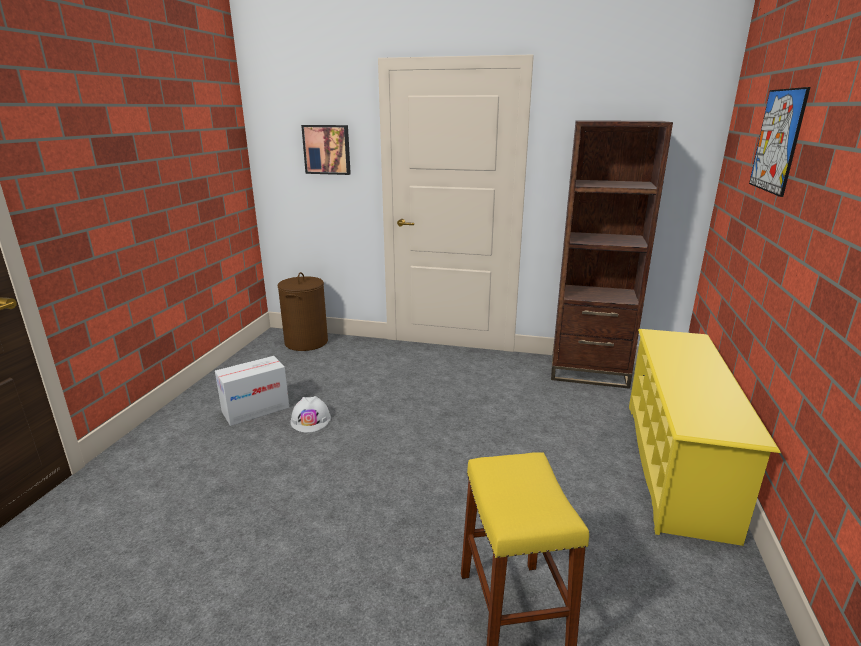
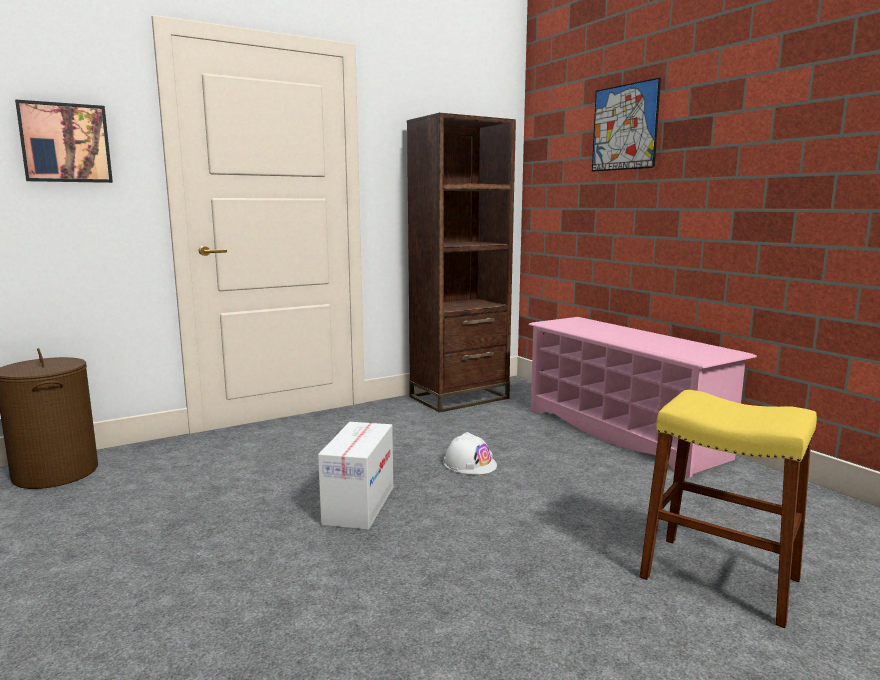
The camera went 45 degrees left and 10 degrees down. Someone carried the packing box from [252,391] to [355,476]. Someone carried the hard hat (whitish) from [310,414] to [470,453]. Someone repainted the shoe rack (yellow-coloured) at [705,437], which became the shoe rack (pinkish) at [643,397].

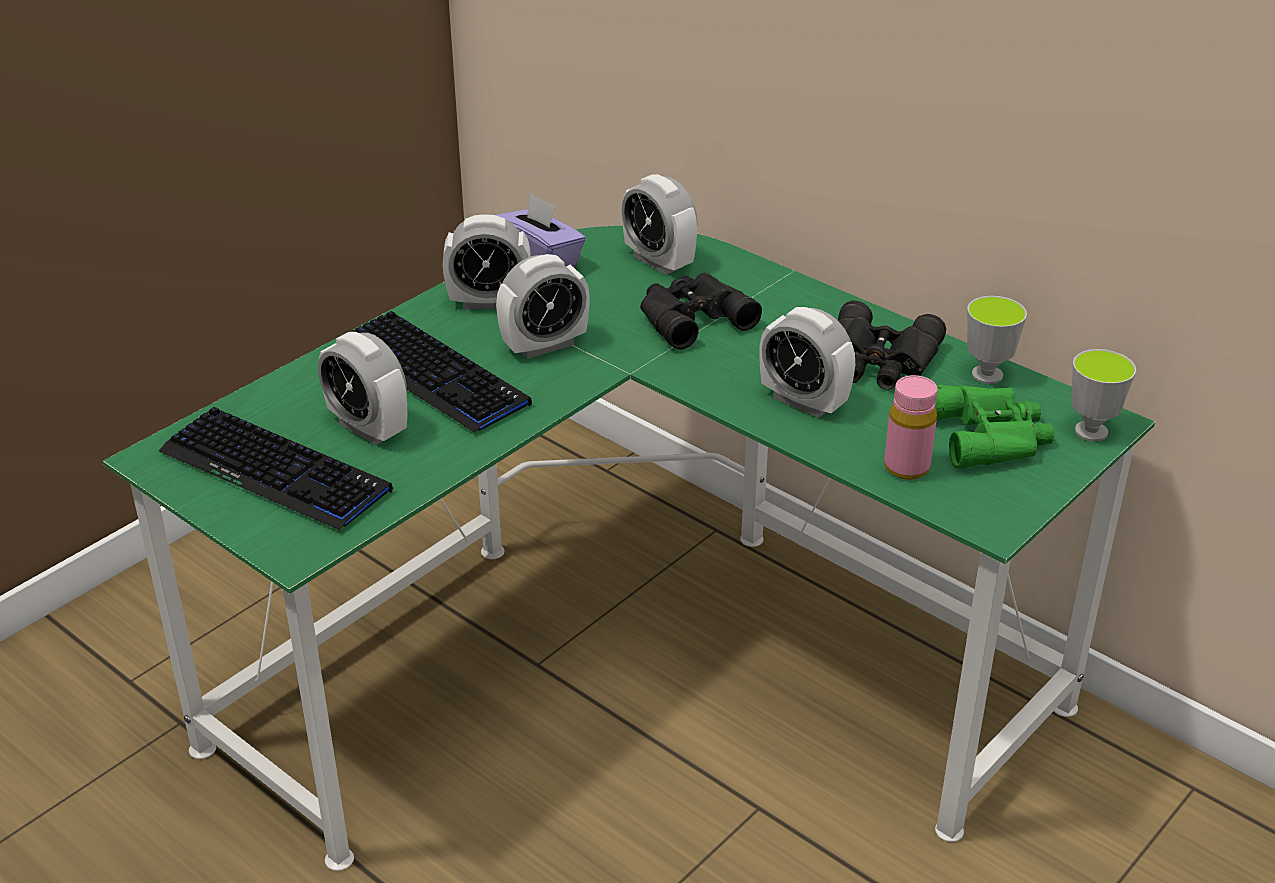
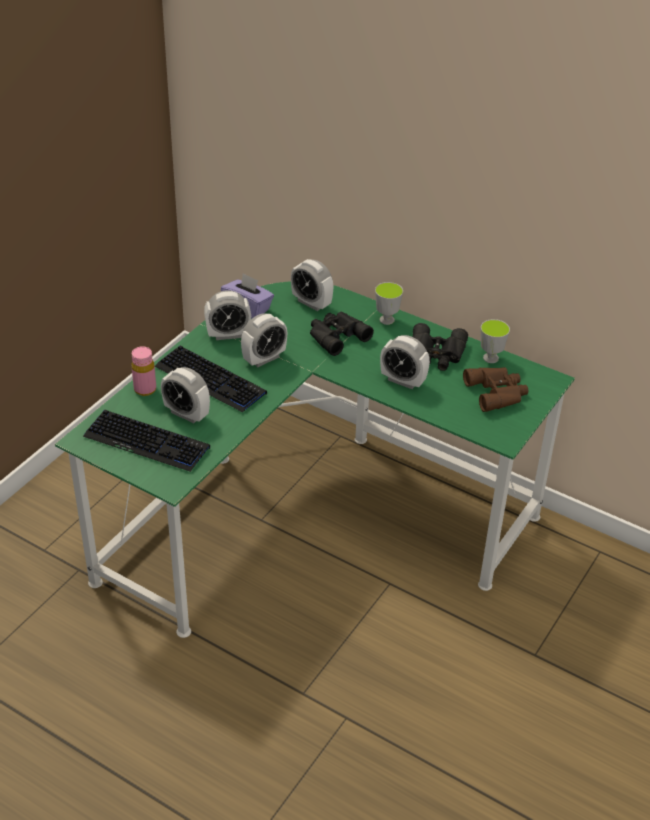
The camera went 10 degrees left and 5 degrees up. Someone carried the bottle (pinkish) from [910,427] to [143,371]. Someone repainted the pair of binoculars (green-coloured) at [995,426], which became the pair of binoculars (brown-coloured) at [496,389]. Someone carried the drinking cup from [1103,395] to [389,303].

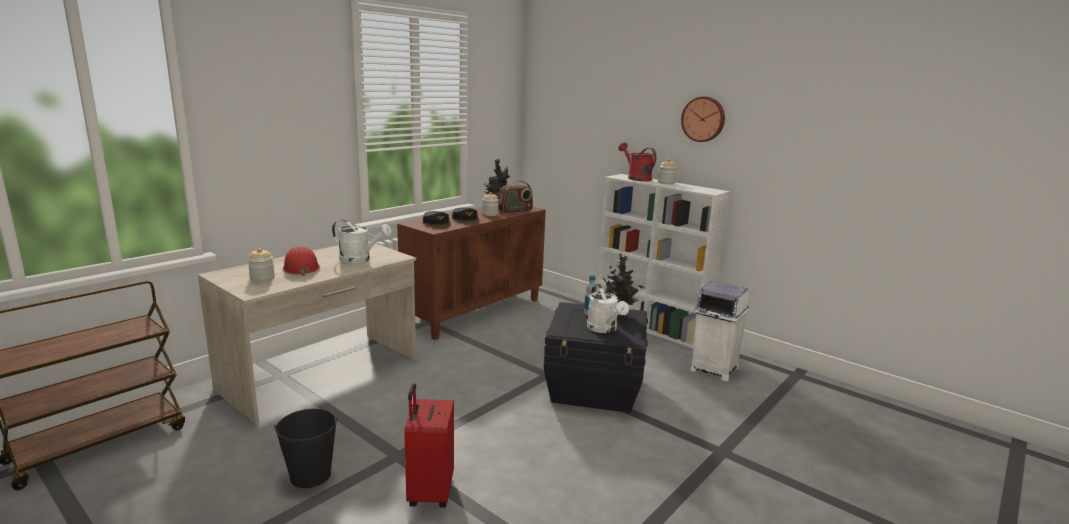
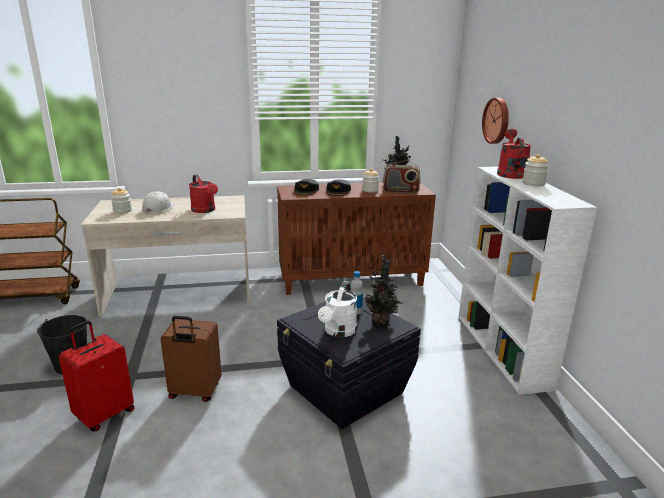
The camera went 40 degrees right and 5 degrees up. Someone repainted the hard hat (red) at [301,261], which became the hard hat (whitish) at [157,203]. Someone repainted the sprinkling can (whitish) at [362,241], which became the sprinkling can (red) at [203,193]. Someone carried the wall clock from [703,119] to [495,121]. Someone took away the waste bin (whitish) at [719,331]. Someone put down the piece of luggage (brown-coloured) at [191,359].

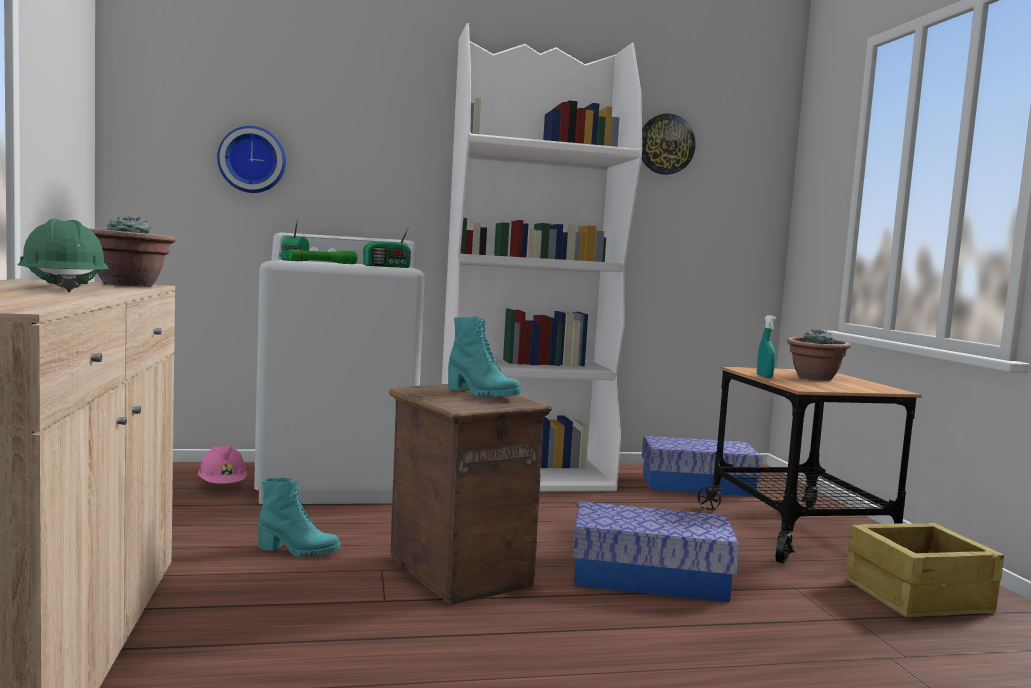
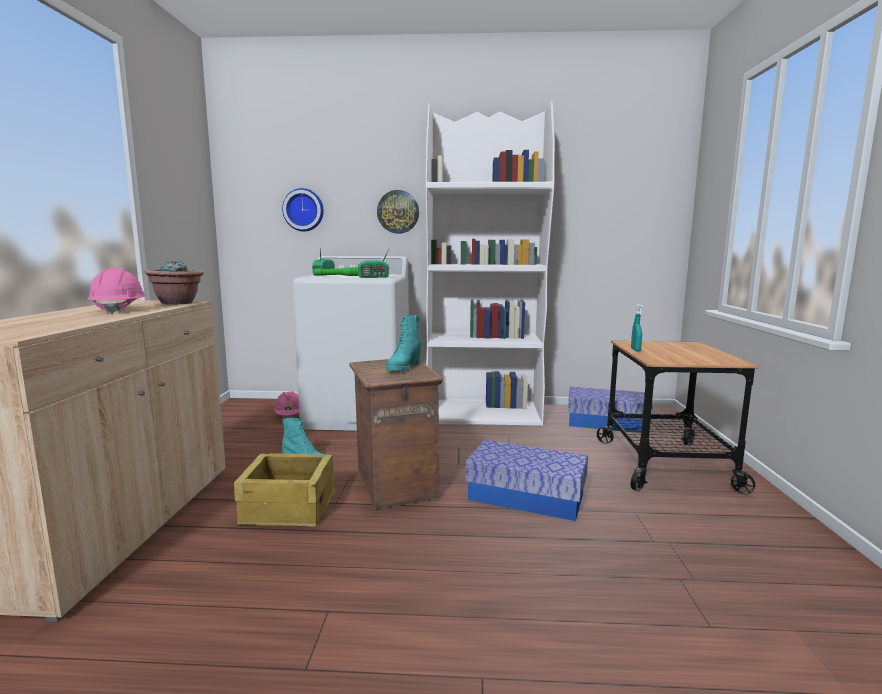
The camera went 15 degrees right and 5 degrees up. Someone repainted the hard hat (green-coloured) at [63,255], which became the hard hat (pinkish) at [117,291]. Someone rotated the boot (turquoise-coloured) at [484,357] by 60 degrees clockwise. Someone carried the wall clock from [669,144] to [398,212]. Someone took away the plant in a pot at [819,355]. Someone carried the shipping crate from [925,570] to [284,490].

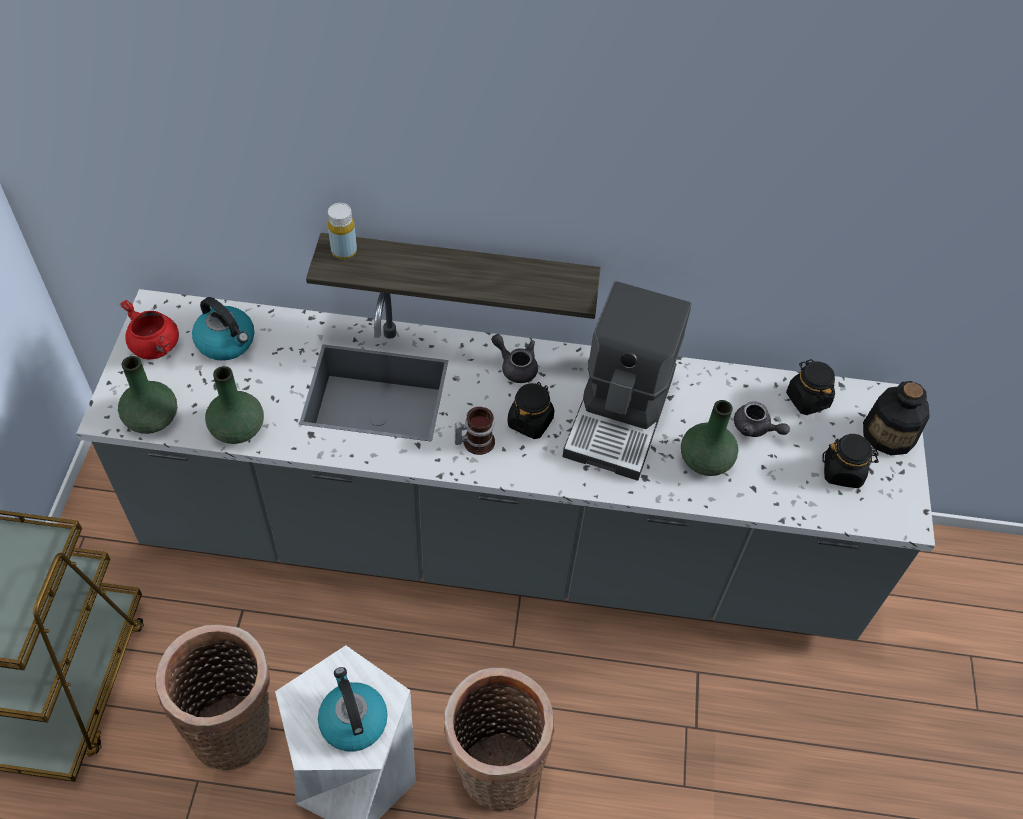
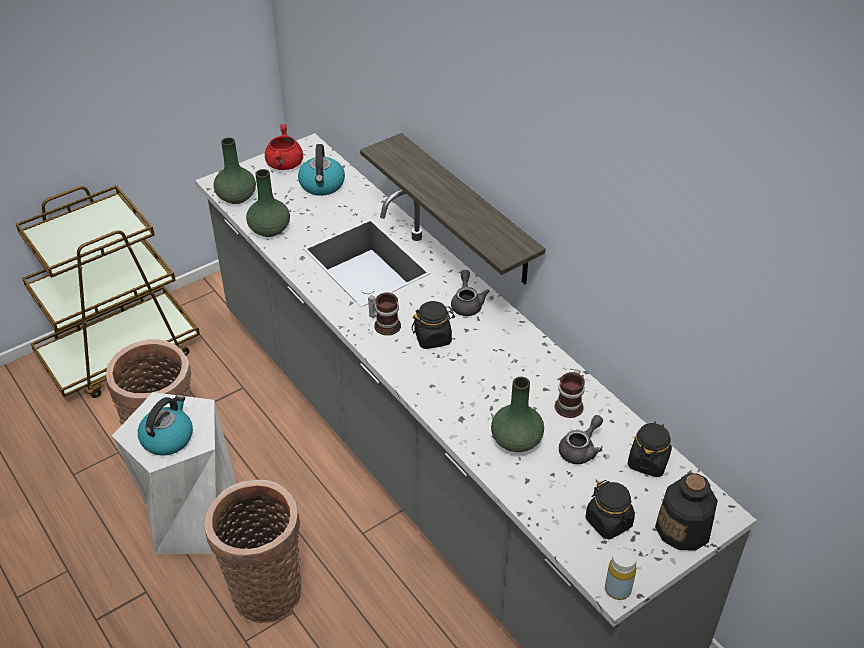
The camera went 50 degrees right and 10 degrees down. Someone carried the bottle (yellow-coloured) from [342,231] to [621,573]. Someone took away the coffee machine at [626,381]. Someone rotated the pot for tea (greyish) at [762,419] by 135 degrees counterclockwise. Someone put down the coffee mug at [570,393].

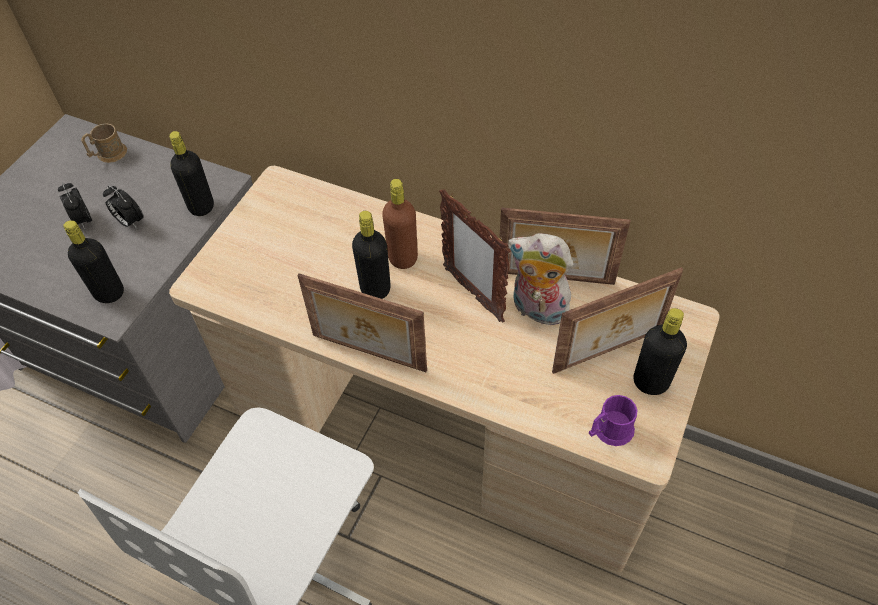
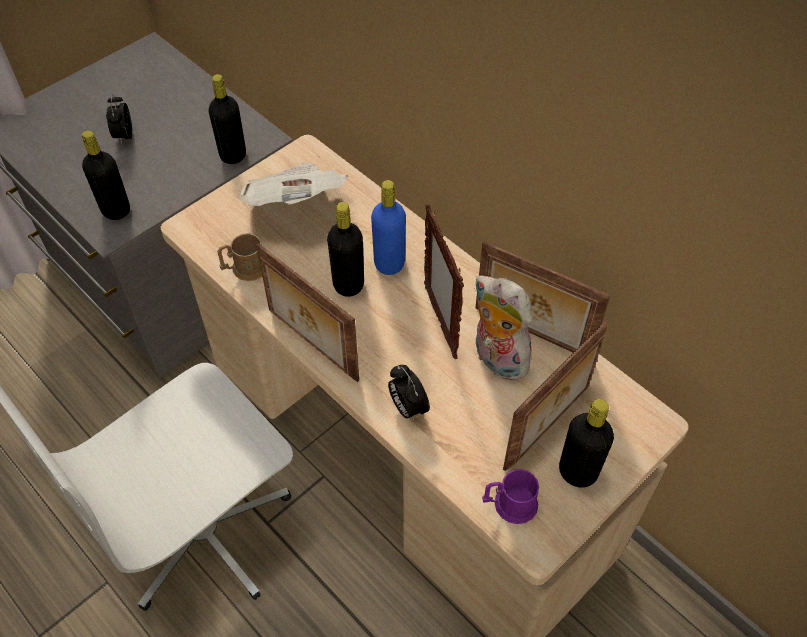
The camera went 20 degrees right and 0 degrees up. Someone carried the coffee mug (brown-coloured) from [104,143] to [239,257]. Someone carried the alarm clock from [123,207] to [409,393]. Someone repainted the bottle (brown-coloured) at [400,224], which became the bottle (blue-coloured) at [388,227]. Someone rotated the standing frame at [617,320] by 45 degrees counterclockwise. Someone put down the printed paper at [294,184].

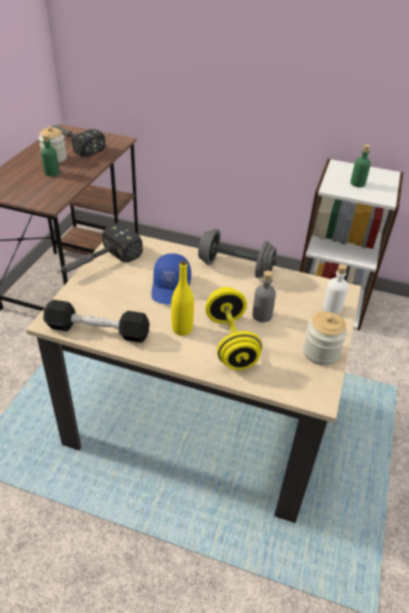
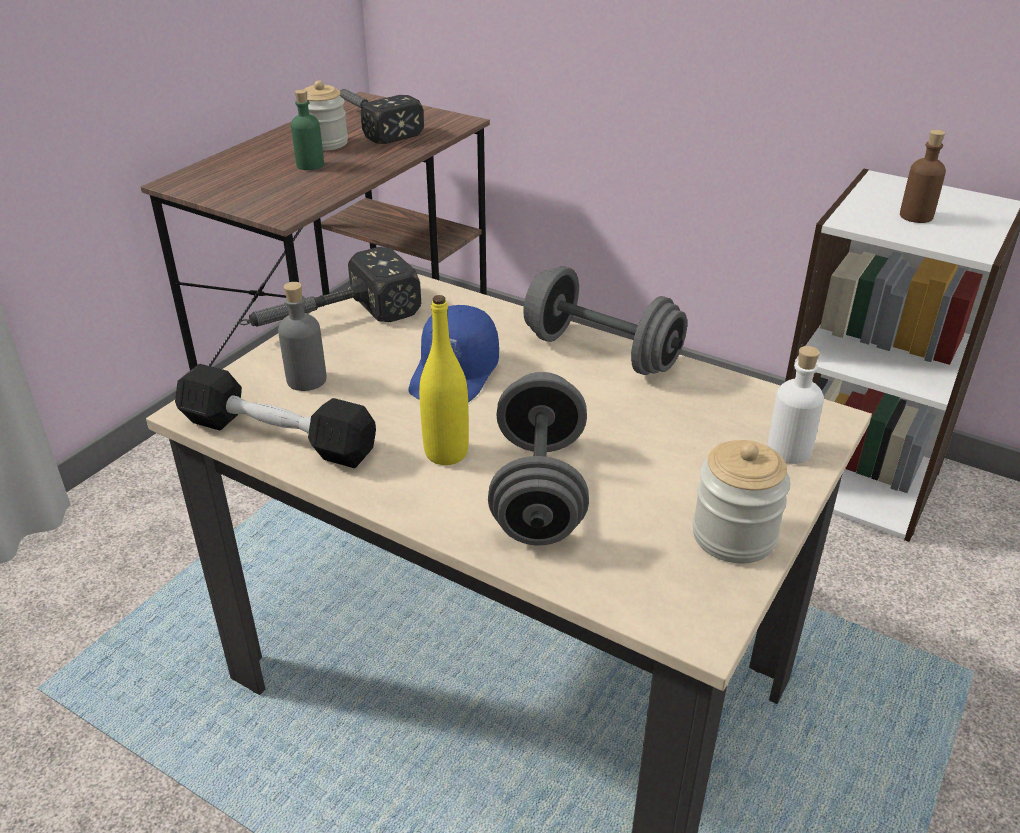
The camera went 15 degrees right and 5 degrees down. Someone repainted the dumbbell (yellow-coloured) at [233,328], which became the dumbbell (greyish) at [538,458]. Someone carried the bottle (greyish) from [264,296] to [302,336]. Someone repainted the bottle (green-coloured) at [360,165], which became the bottle (brown-coloured) at [923,176].

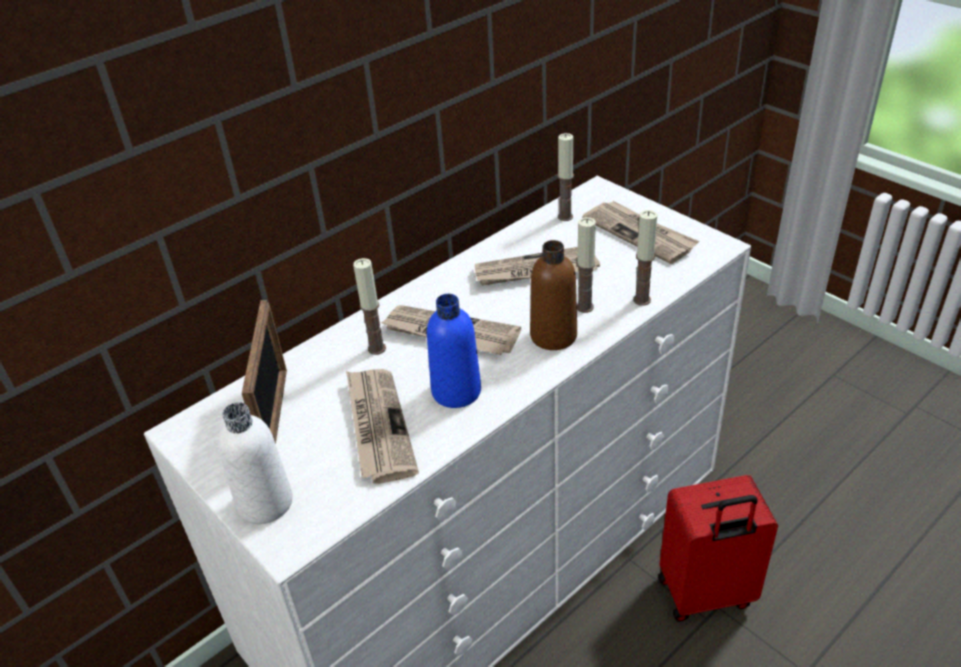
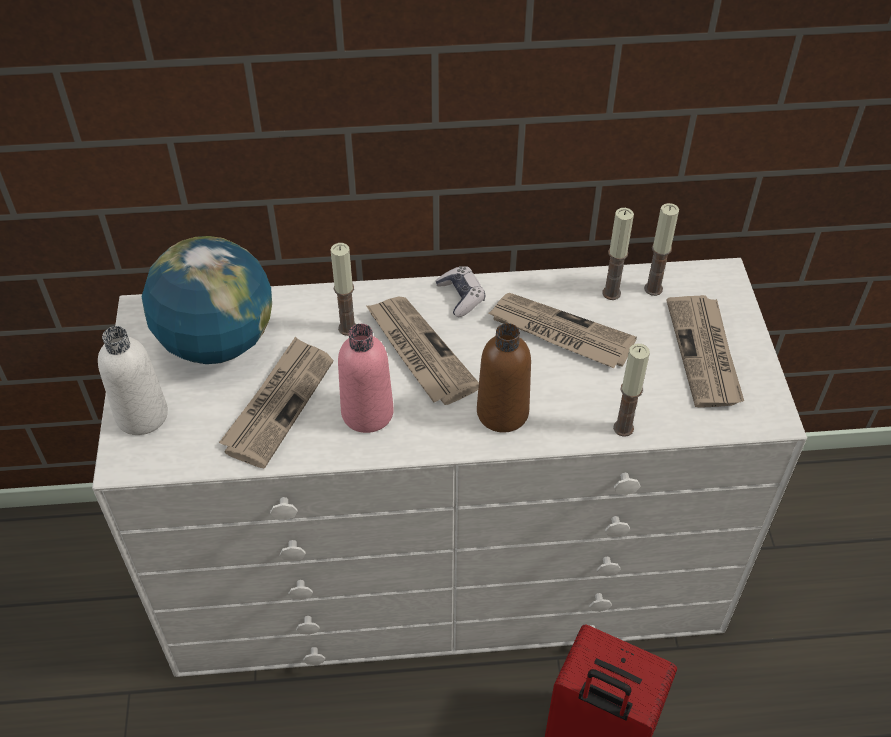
The camera went 35 degrees right and 10 degrees up. Someone swapped the standing frame at [264,372] for the desk globe at [207,300]. Someone repainted the bottle (blue-coloured) at [454,351], which became the bottle (pinkish) at [366,378]. Someone carried the candle from [586,265] to [618,254]. Someone put down the game controller at [460,291].

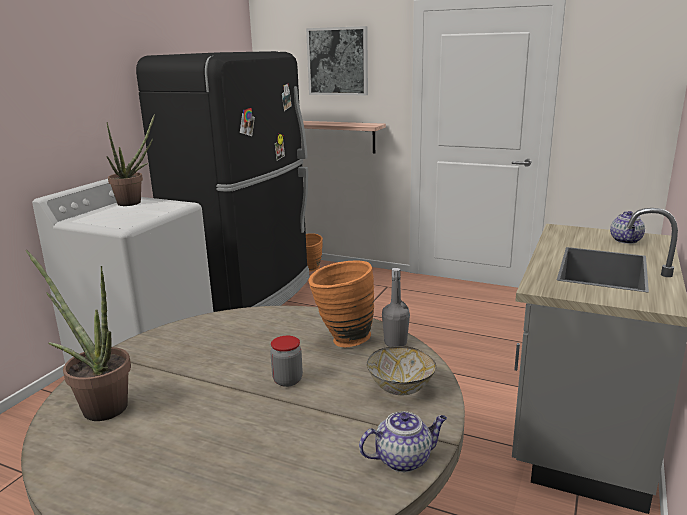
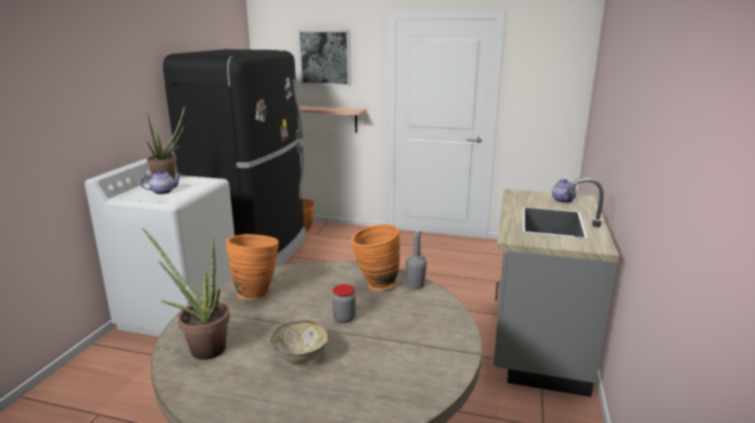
The camera went 10 degrees left and 0 degrees up. Someone carried the pot for tea from [403,441] to [161,182]. Someone carried the deep dish from [401,370] to [299,342]. Someone put down the flower vase (orange) at [252,267].

